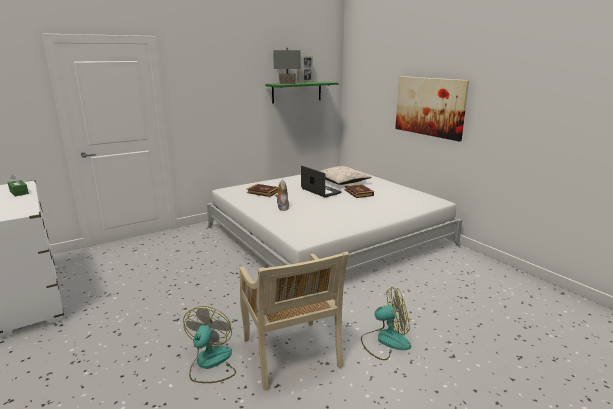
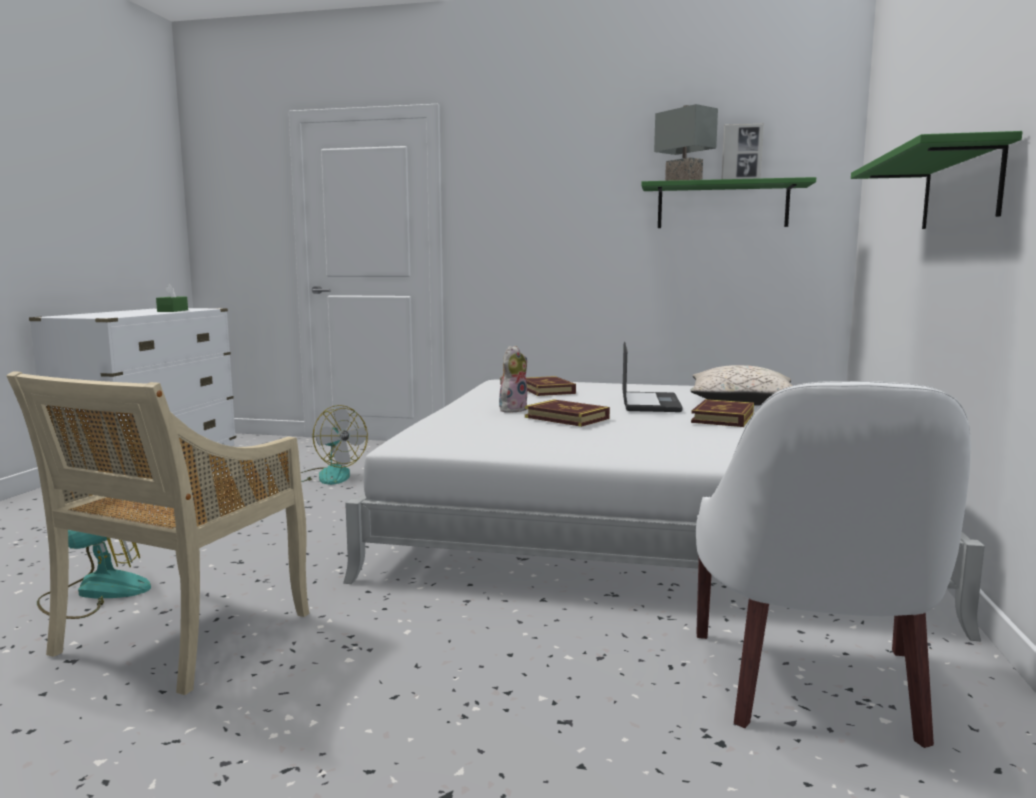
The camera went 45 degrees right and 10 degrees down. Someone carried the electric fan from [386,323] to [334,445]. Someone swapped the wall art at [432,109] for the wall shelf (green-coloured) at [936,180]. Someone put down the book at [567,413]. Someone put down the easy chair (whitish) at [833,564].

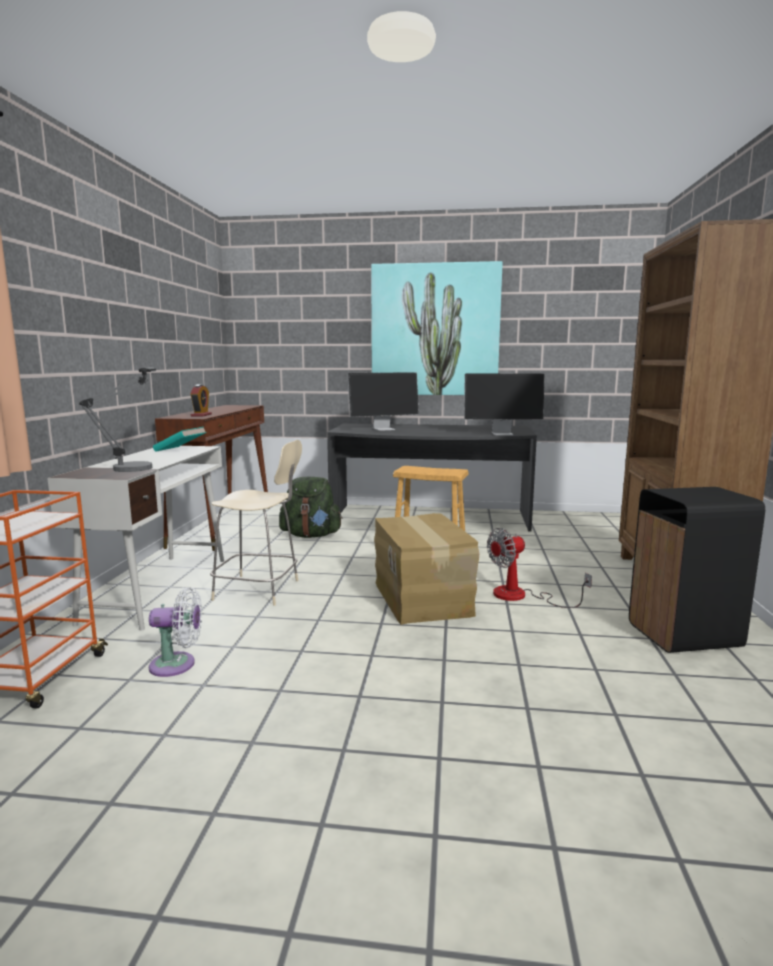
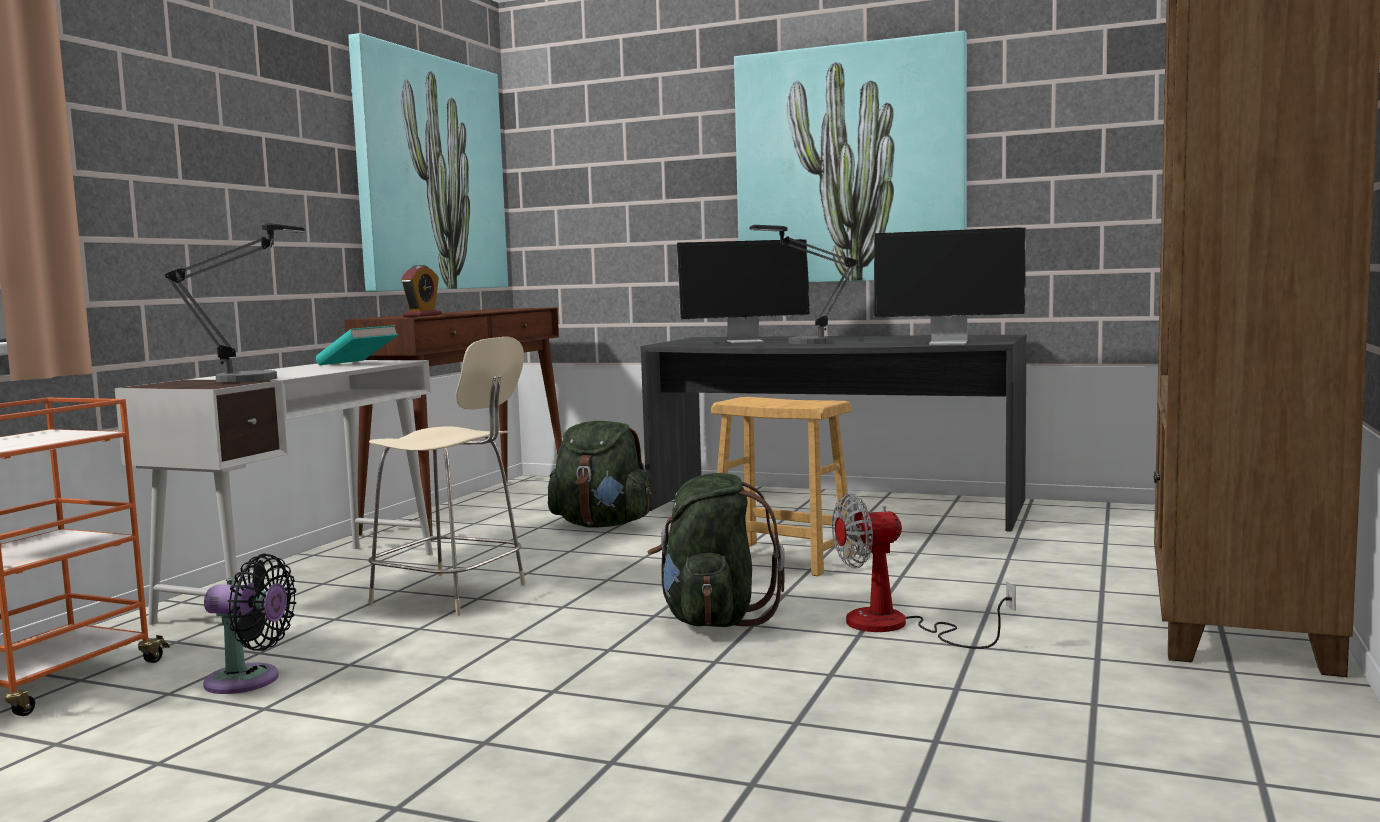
The camera went 15 degrees right and 5 degrees down. Someone repainted the electric fan (whitish) at [175,632], which became the electric fan (blackish) at [249,624]. Someone swapped the packing box at [426,569] for the knapsack (green-coloured) at [716,550]. Someone took away the waste bin (blackish) at [697,570]. Someone put up the wall art at [428,162]. Someone put down the tabletop lamp at [803,284].

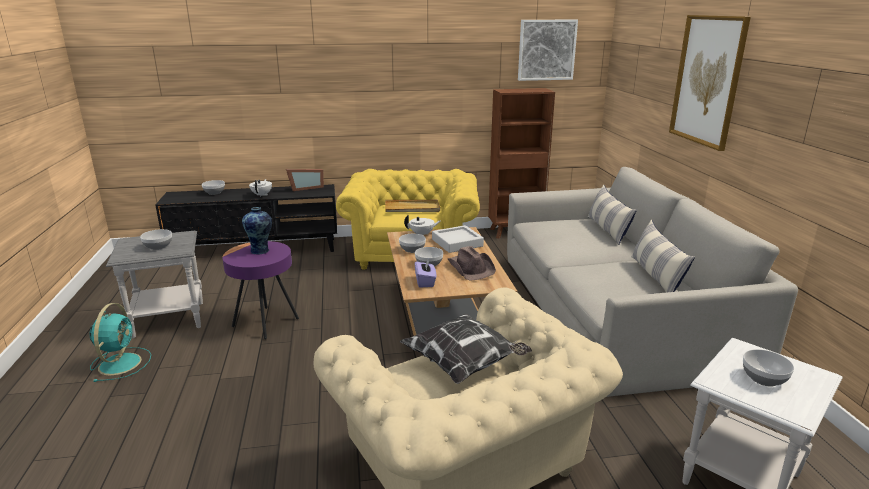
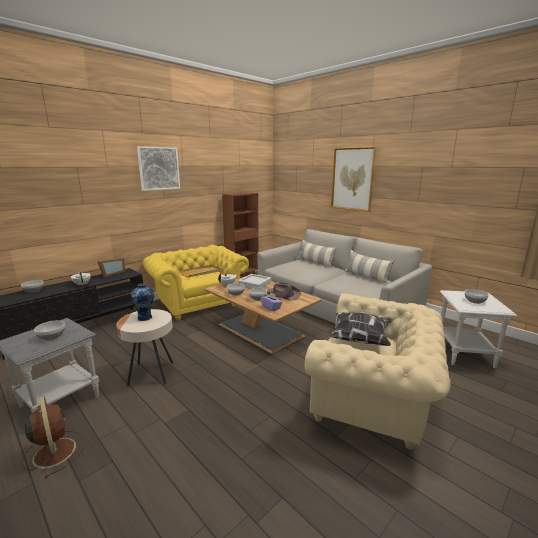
The camera went 35 degrees left and 5 degrees down. Someone repainted the electric fan (turquoise-coloured) at [120,342], which became the electric fan (brown-coloured) at [53,437]. Someone repainted the accent table (purple) at [260,290], which became the accent table (beige-coloured) at [145,347]. Someone carried the wall art from [548,50] to [158,168].

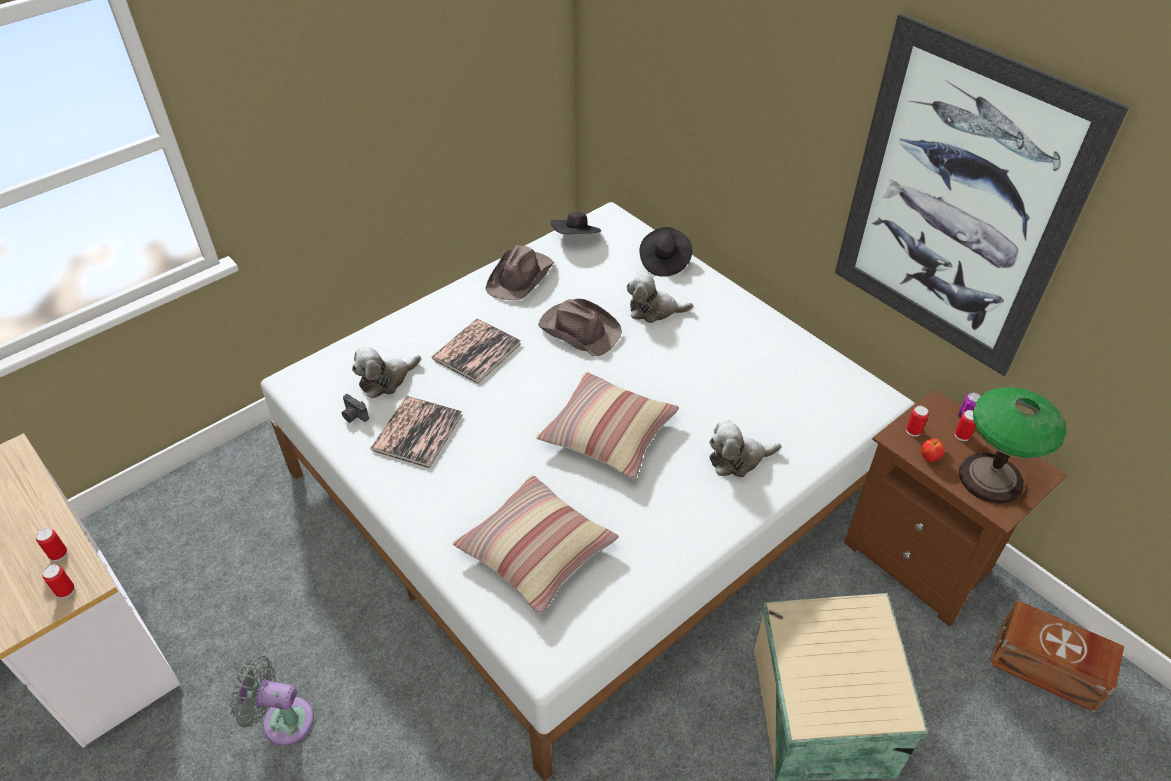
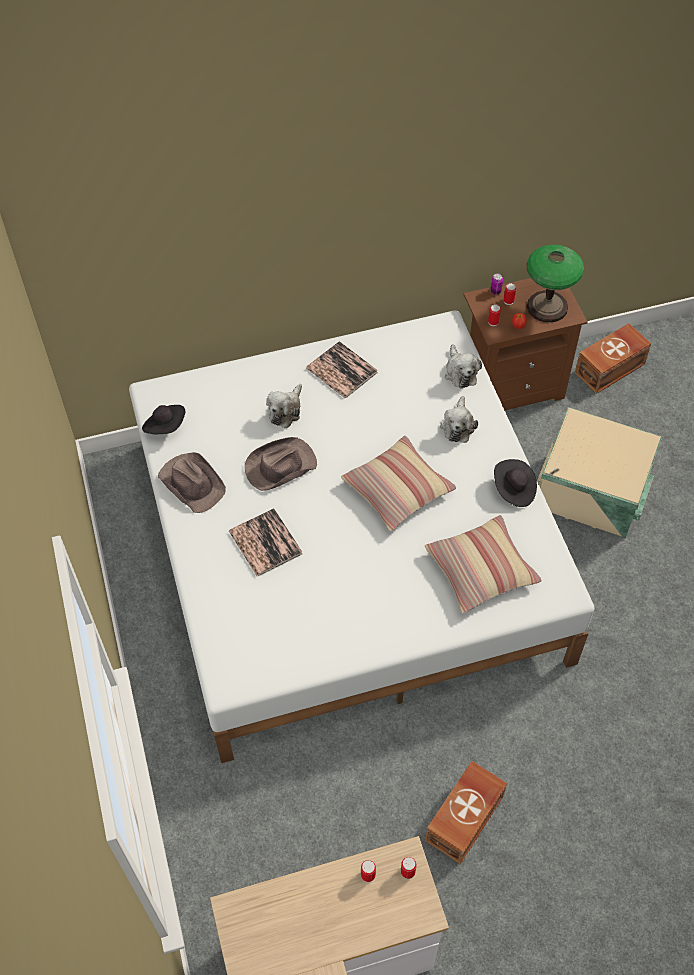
The camera went 65 degrees left and 10 degrees up. Someone swapped the electric fan (greyish) at [272,701] for the storage box (brown-coloured) at [466,812]. Someone took away the photo camera at [355,408]. Someone carried the plush toy from [386,372] to [463,366]. Someone carried the book from [416,432] to [342,370]. Someone carried the clothing hat (blackish) from [665,252] to [515,483]. Someone took away the wall art at [982,195].

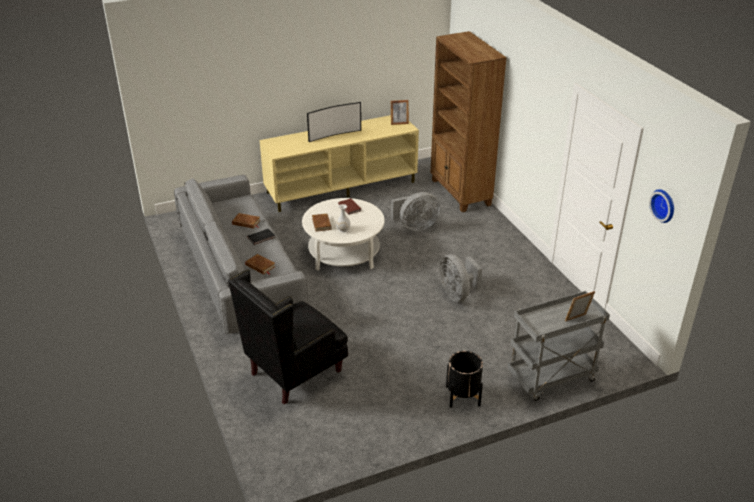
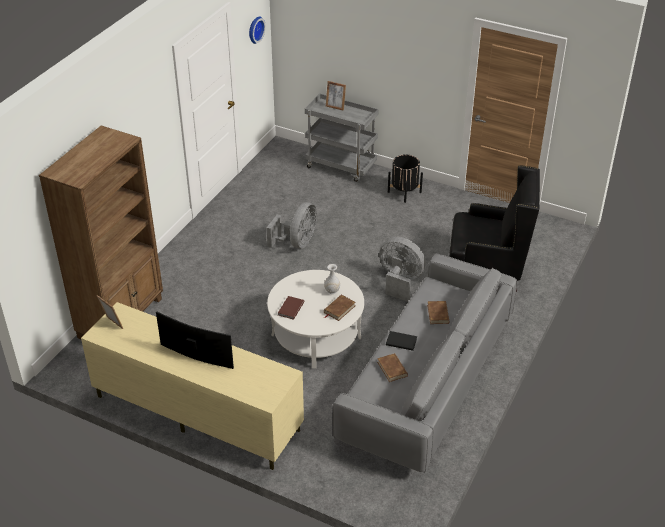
The camera went 130 degrees left and 5 degrees up. Someone carried the electric fan (greyish) from [415,211] to [402,269].

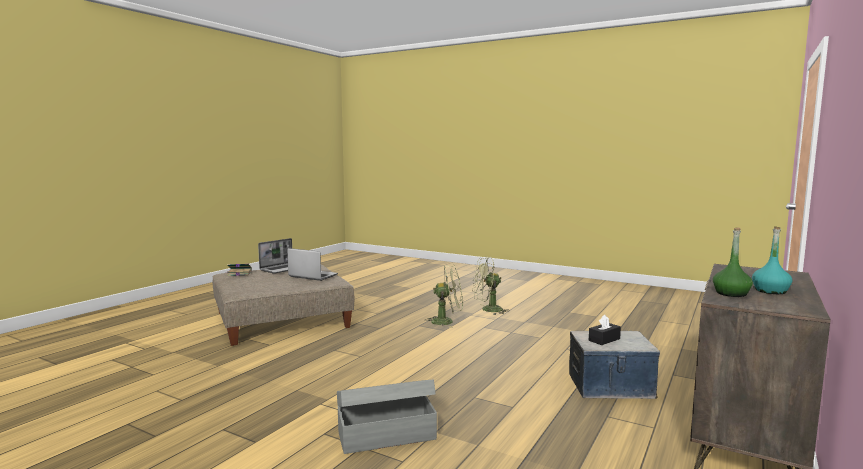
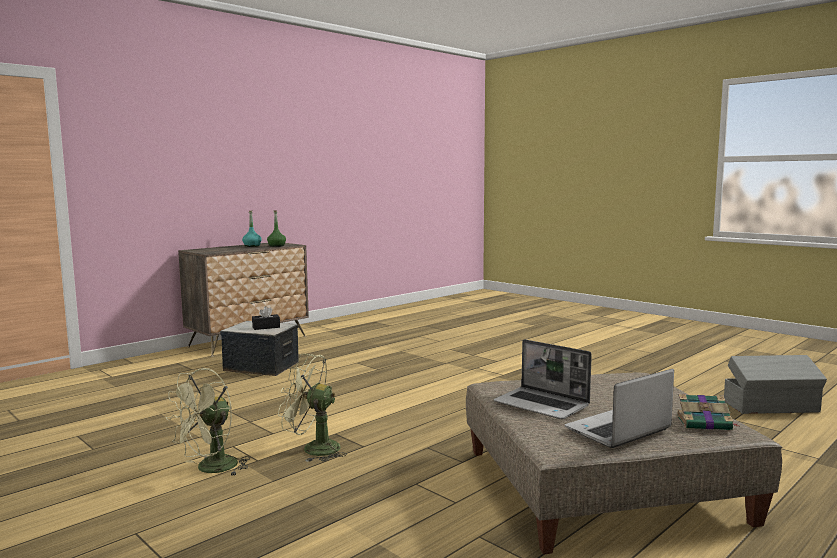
The camera went 165 degrees left and 0 degrees up. Someone carried the storage box (greyish) from [387,417] to [775,384]. Someone rotated the electric fan (green-coloured) at [491,285] by 120 degrees clockwise.

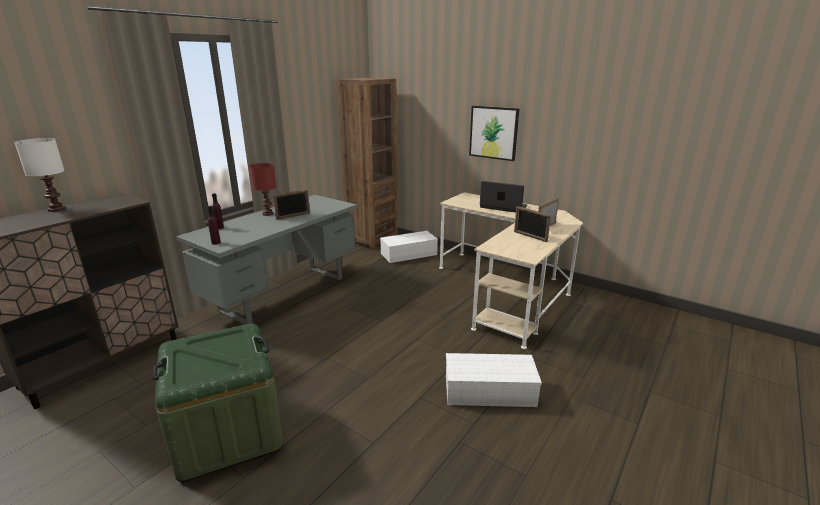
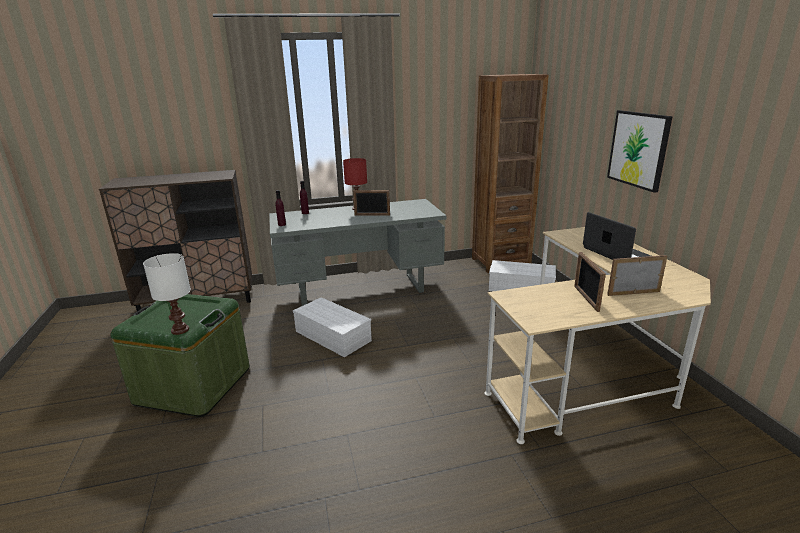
The camera went 40 degrees right and 0 degrees up. Someone carried the tabletop lamp (whitish) from [40,175] to [167,294]. Someone carried the storage box (whitish) from [494,380] to [332,327].

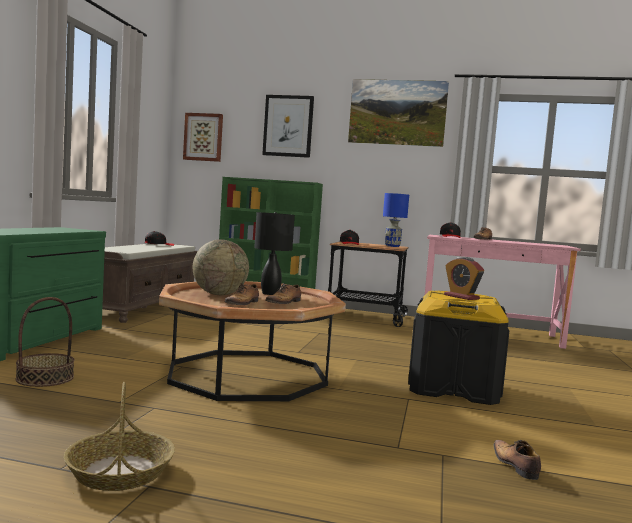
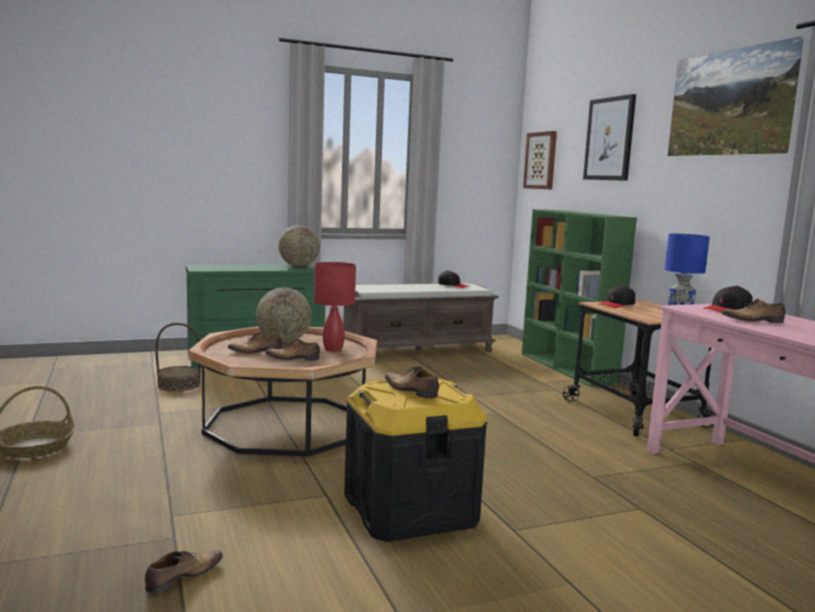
The camera went 55 degrees right and 5 degrees up. Someone repainted the tabletop lamp (blackish) at [274,253], which became the tabletop lamp (red) at [335,306]. Someone swapped the alarm clock at [464,278] for the shoe at [412,382]. Someone put down the desk globe at [299,245].

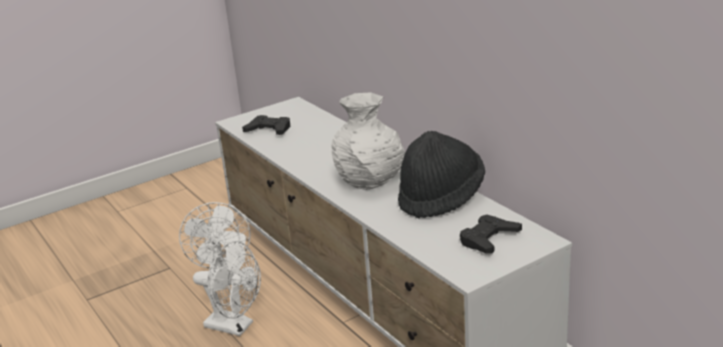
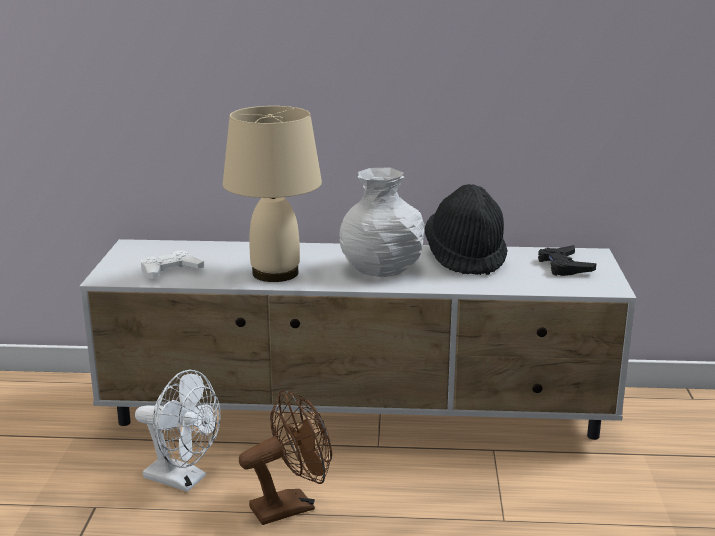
The camera went 55 degrees left and 5 degrees down. Someone repainted the electric fan (whitish) at [227,288], which became the electric fan (brown-coloured) at [285,457]. Someone repainted the game controller (blackish) at [266,125], which became the game controller (whitish) at [173,264]. Someone put down the tabletop lamp (beige-coloured) at [272,194].

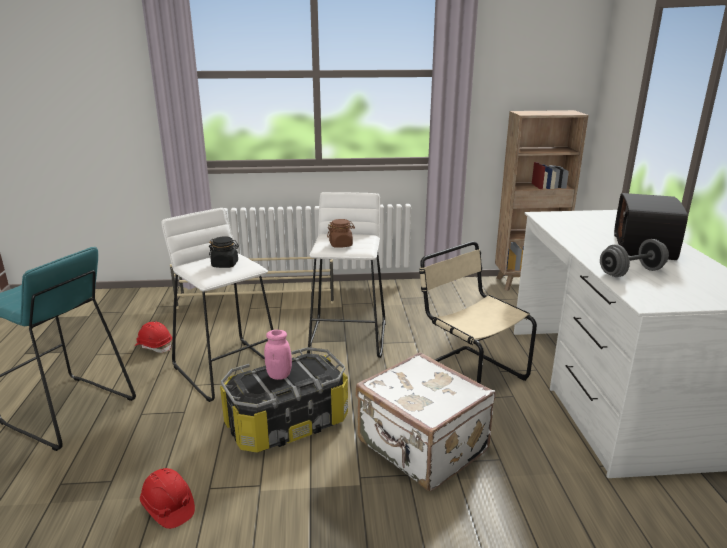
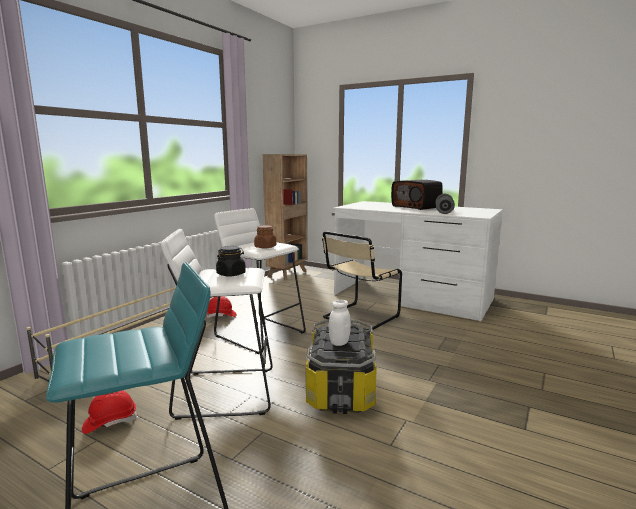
The camera went 55 degrees left and 10 degrees down. Someone carried the hard hat (red) from [167,498] to [221,307]. Someone repainted the storage jar (pinkish) at [278,355], which became the storage jar (whitish) at [340,323]. Someone took away the piece of luggage (whitish) at [426,421]. Someone rotated the chair (beige-coloured) at [478,312] by 45 degrees counterclockwise.

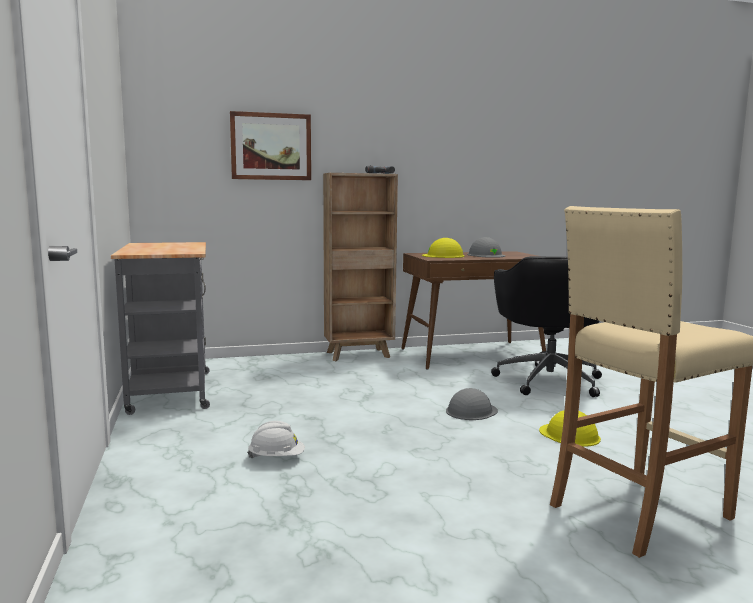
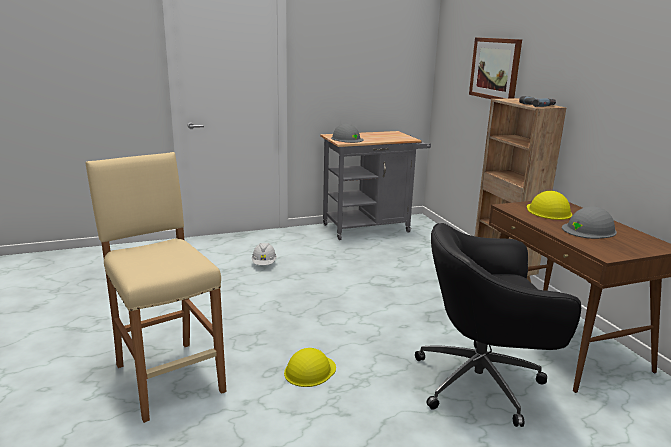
The camera went 85 degrees right and 10 degrees up. Someone carried the hard hat (greyish) from [472,404] to [347,133].

